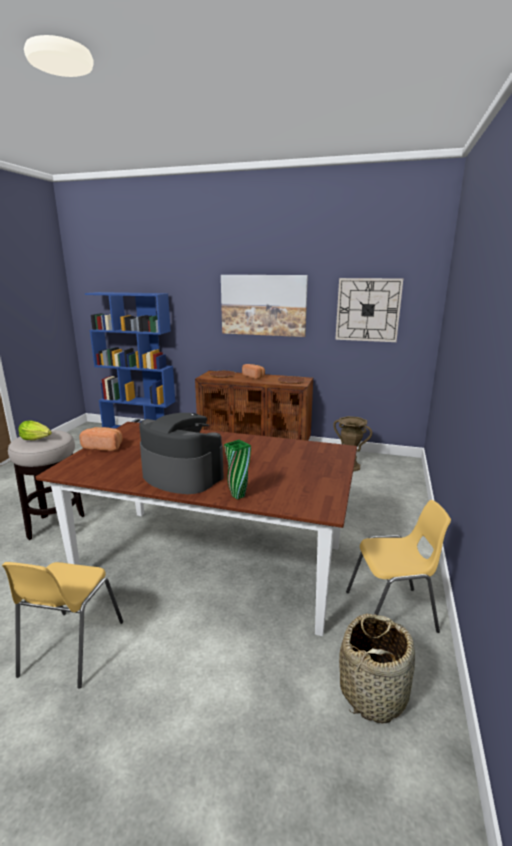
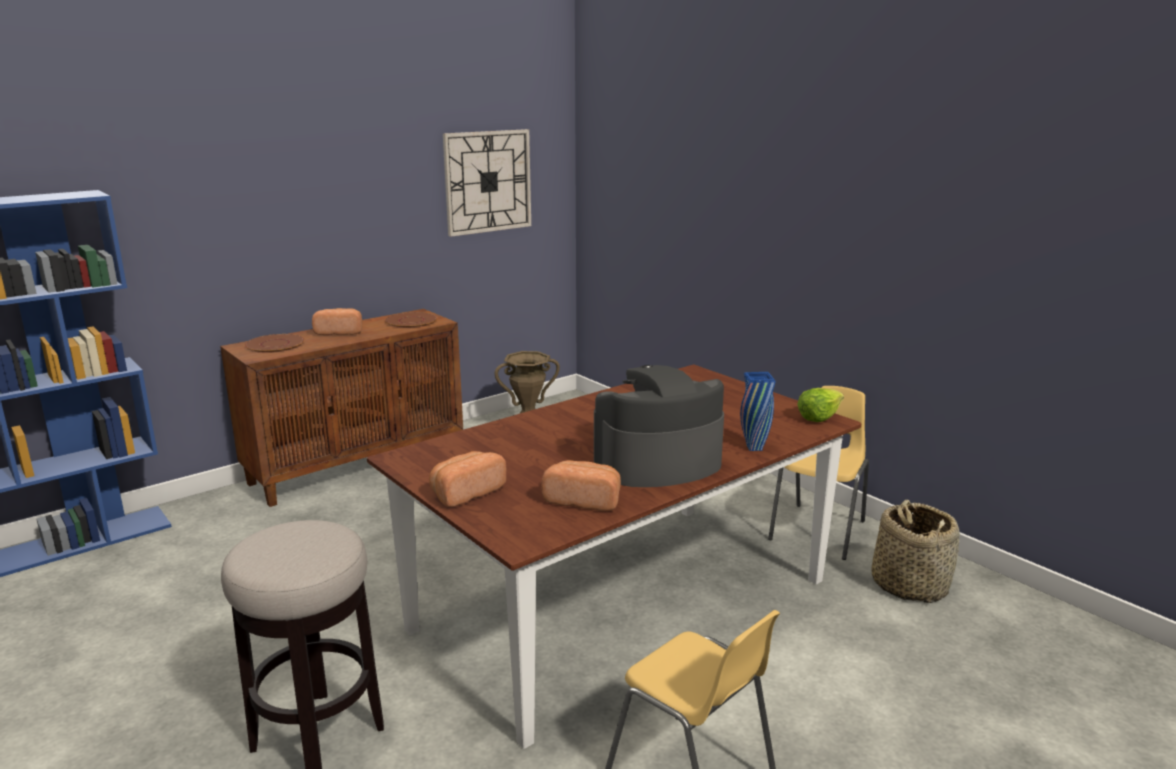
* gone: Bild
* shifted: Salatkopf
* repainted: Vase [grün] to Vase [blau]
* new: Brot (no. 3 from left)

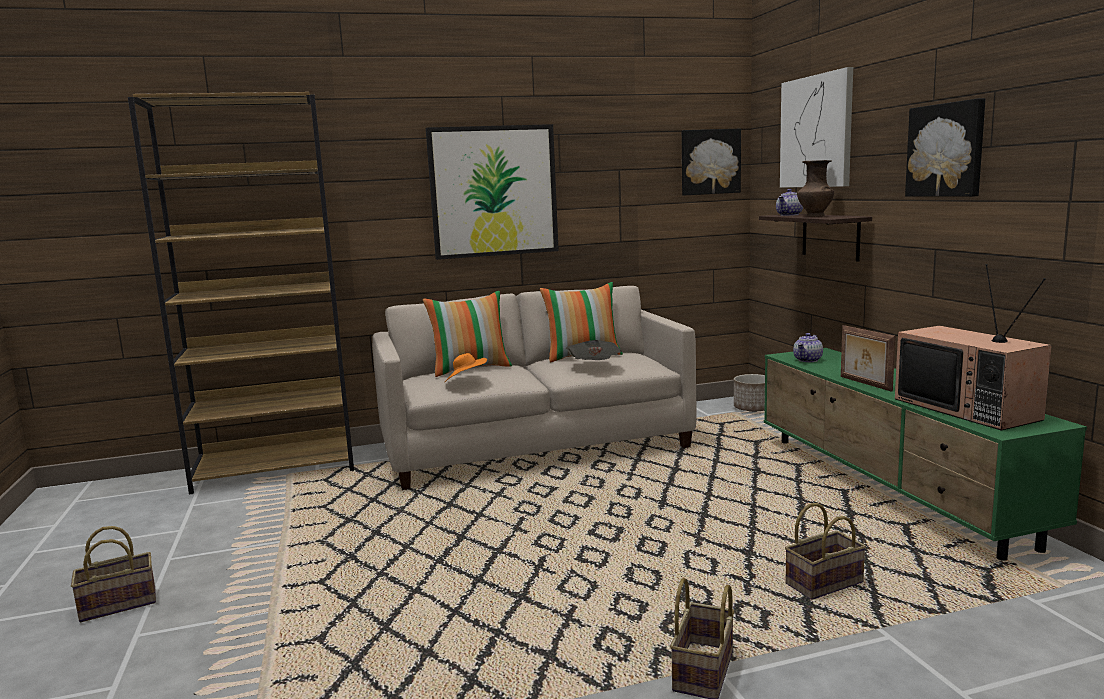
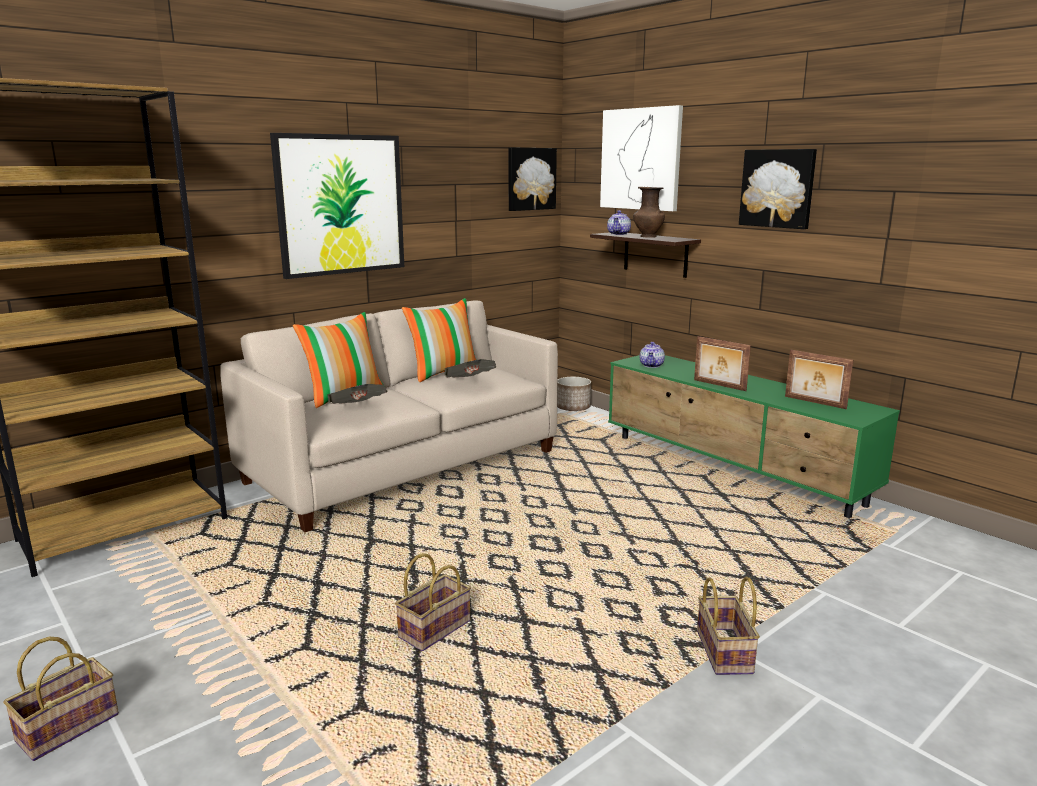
* swapped: Fernseher to Bilderrahmen (no. 2 from left)
* swapped: Hut [orange] to Zeitung (no. 1 from left)
* shifted: Korb (no. 3 from left in the first image) to Korb (no. 2 from left)

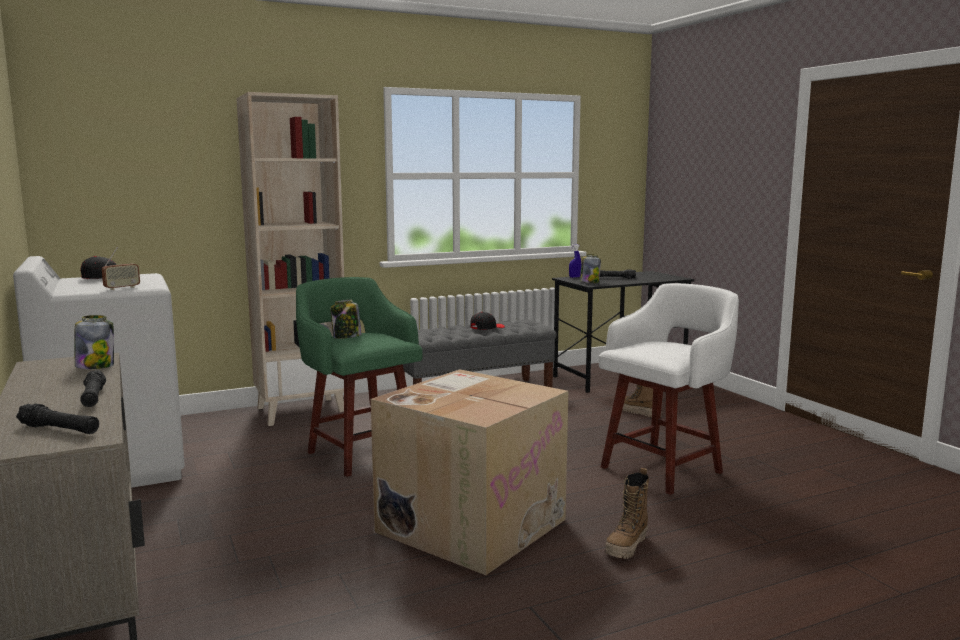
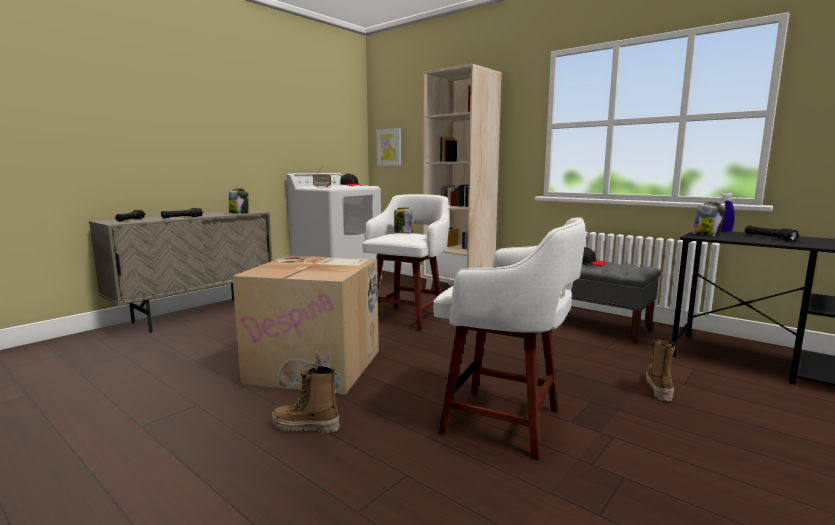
* repainted: Hocker [grün] to Hocker [weiß] (no. 1 from left)
* new: Bild

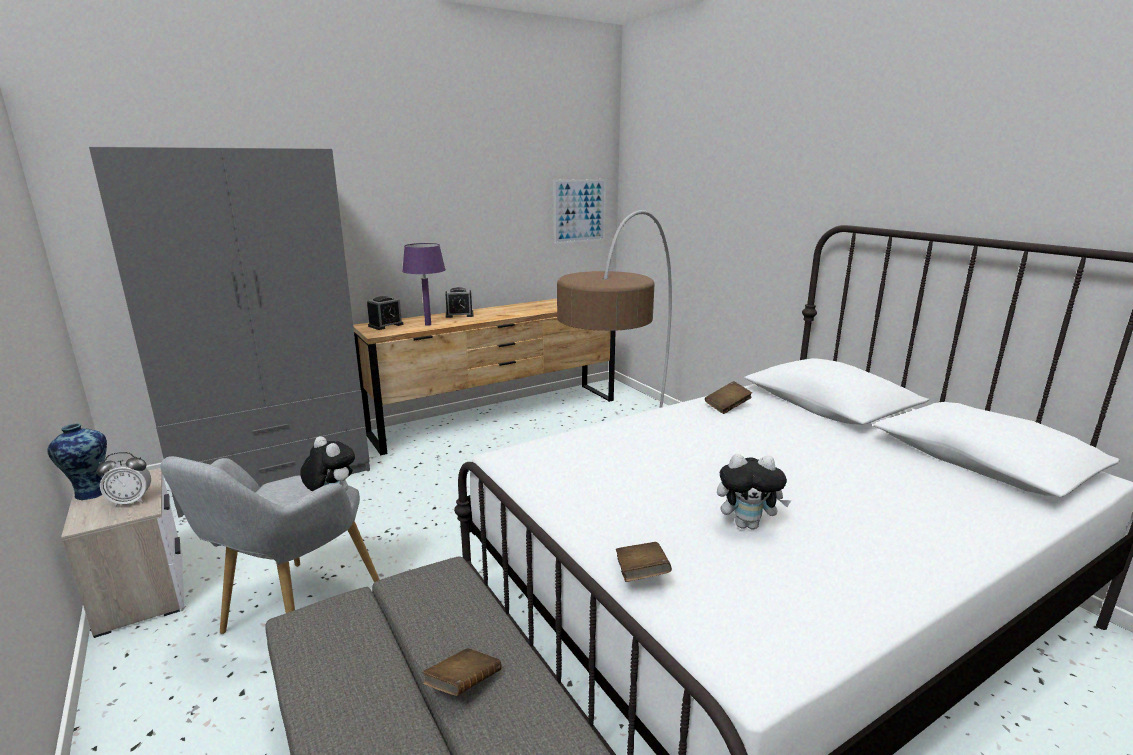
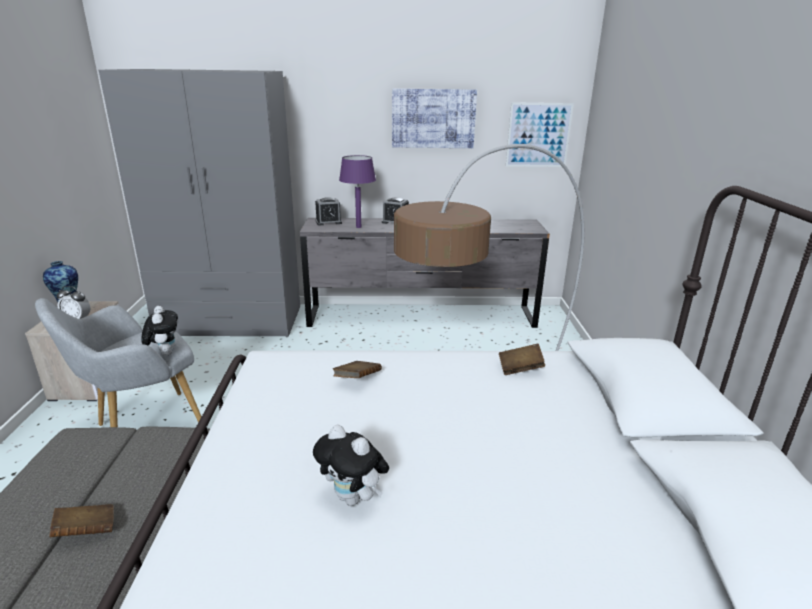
* repainted: Kommode [braun] to Kommode [grau]
* shifted: Buch [braun] (no. 2 from left)
* new: Bild (no. 1 from left)

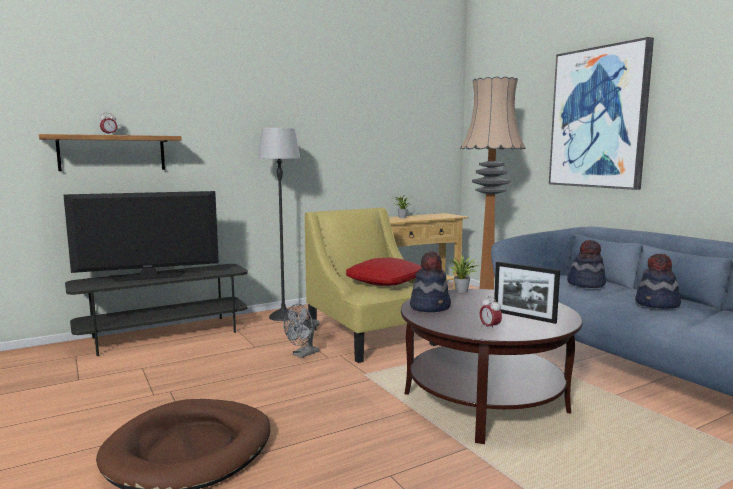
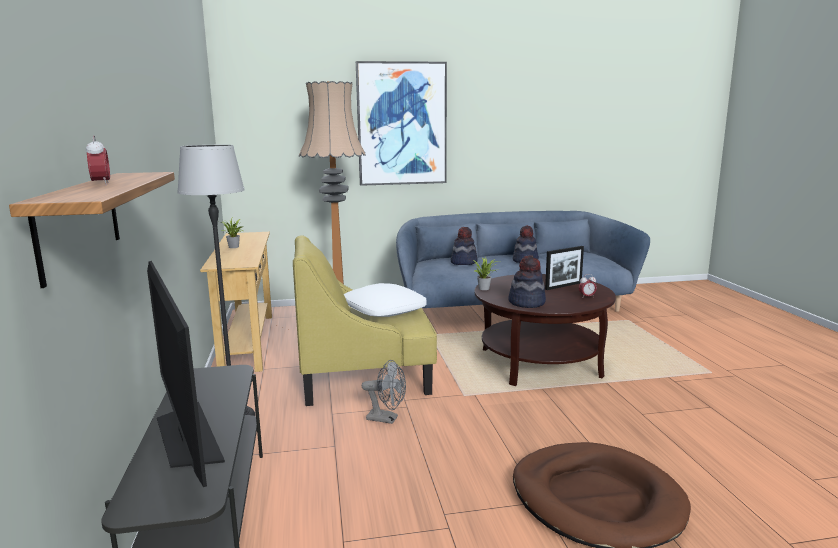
* rotated: Fernseher 150 degrees clockwise
* repainted: Kissen [rot] to Kissen [weiß]
* rotated: Ventilator [grau] 45 degrees counterclockwise

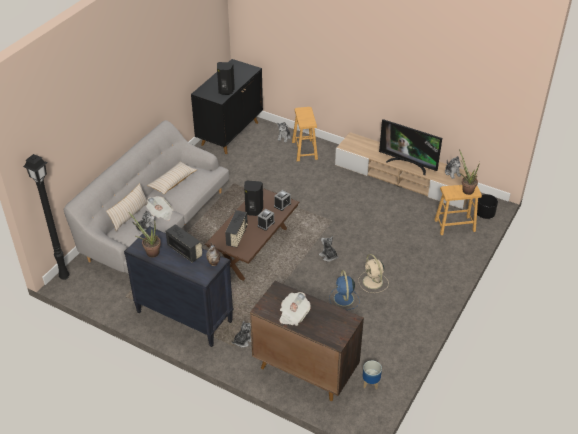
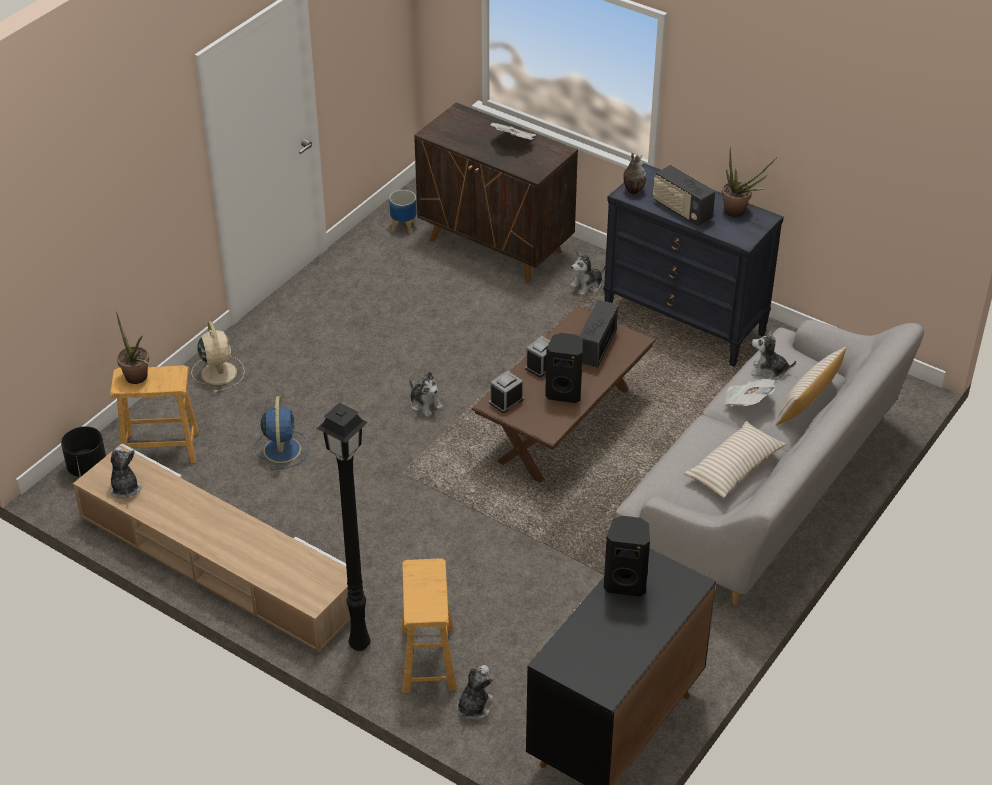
* gone: Fernseher
* shifted: Stehlampe [schwarz]
* shifted: Ventilator [beige]
* shifted: Ventilator [blau]

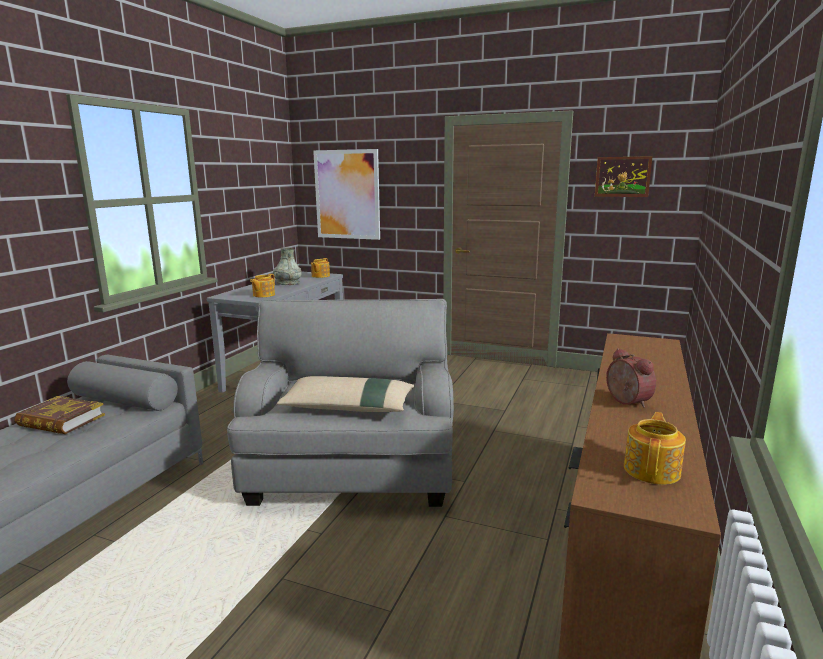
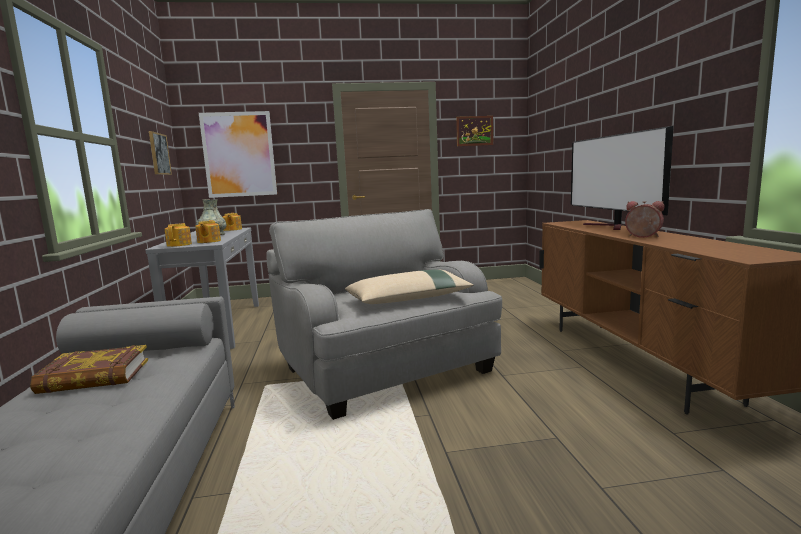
* shifted: Teekanne (no. 3 from left in the first image) to Teekanne (no. 1 from left)
* new: Fernseher
* new: Bild (no. 1 from left)

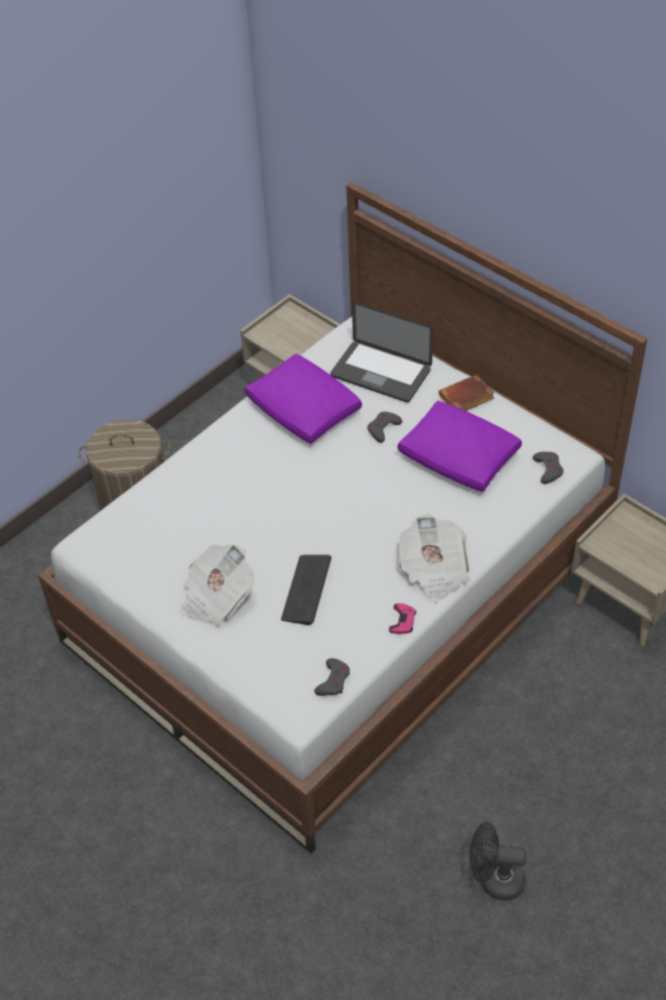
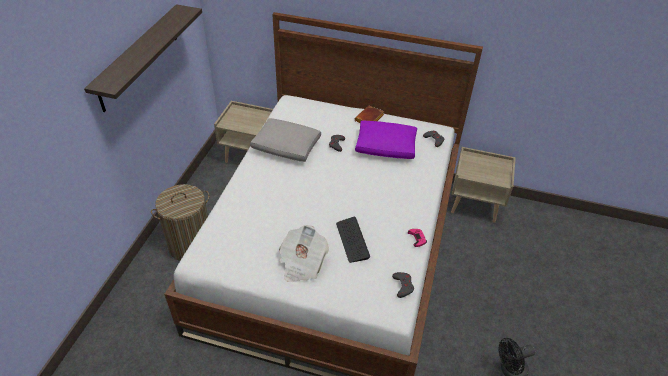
* gone: Laptop
* repainted: Kissen [lila] (no. 1 from left) to Kissen [grau]
* gone: Zeitung (no. 2 from left)
* new: Wandregal

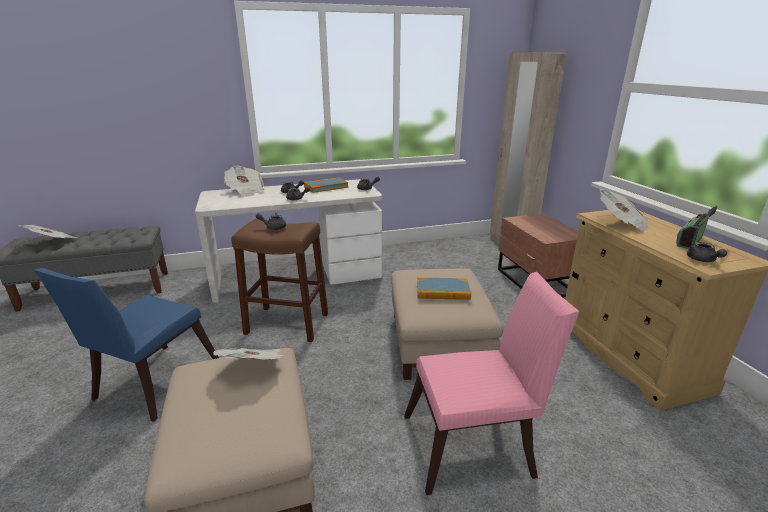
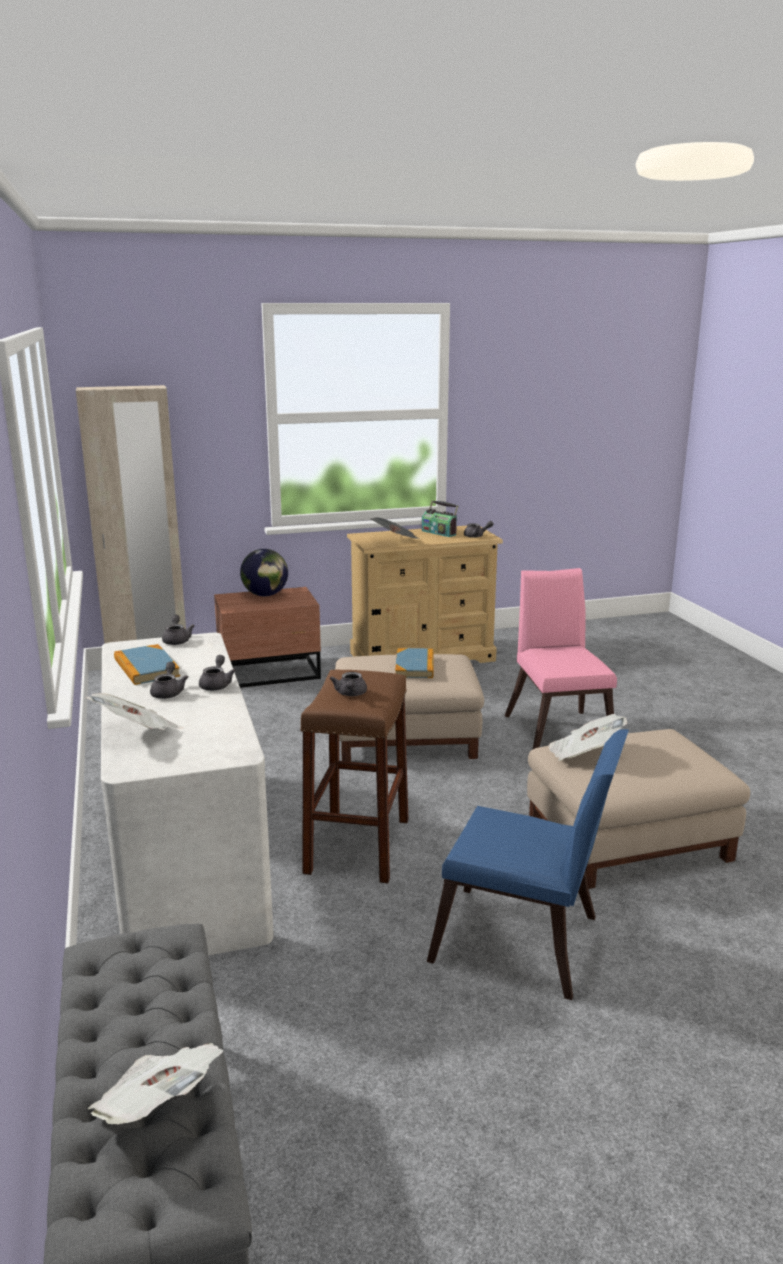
* new: Globus

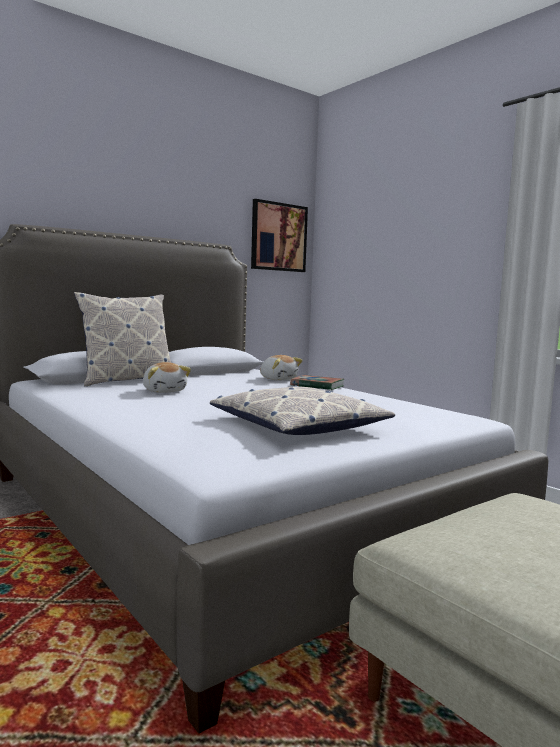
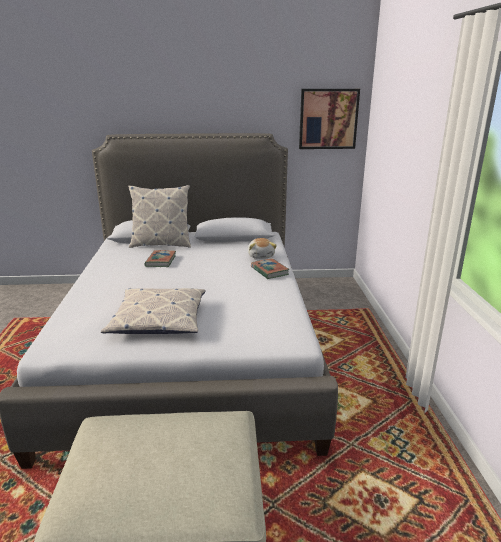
* swapped: Plüschtier (no. 1 from left) to Buch (no. 1 from left)

